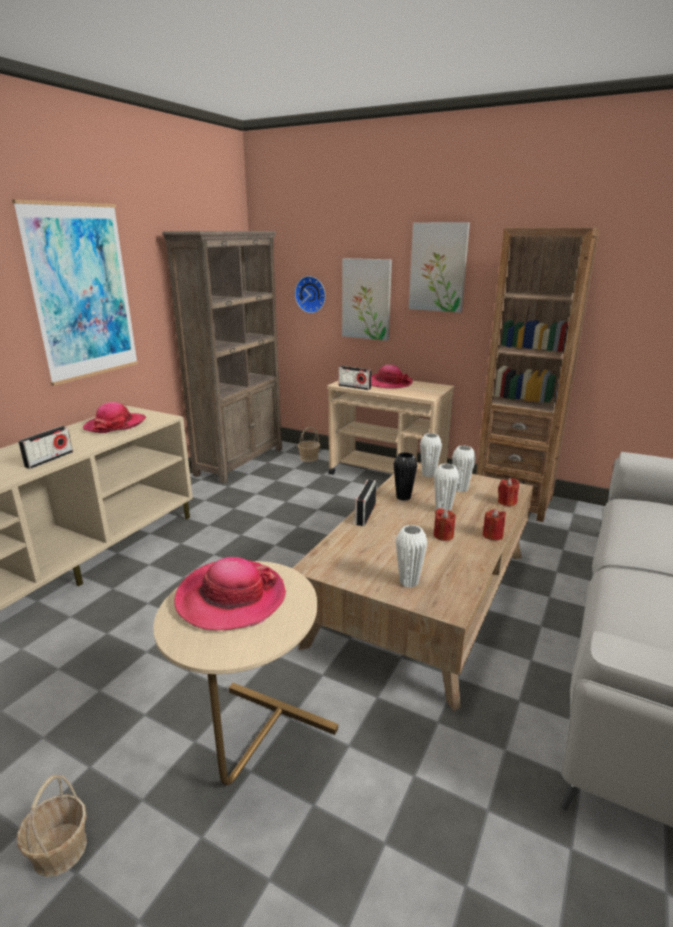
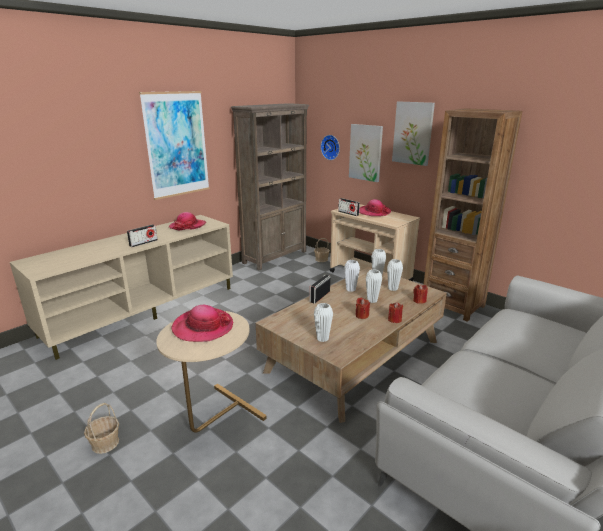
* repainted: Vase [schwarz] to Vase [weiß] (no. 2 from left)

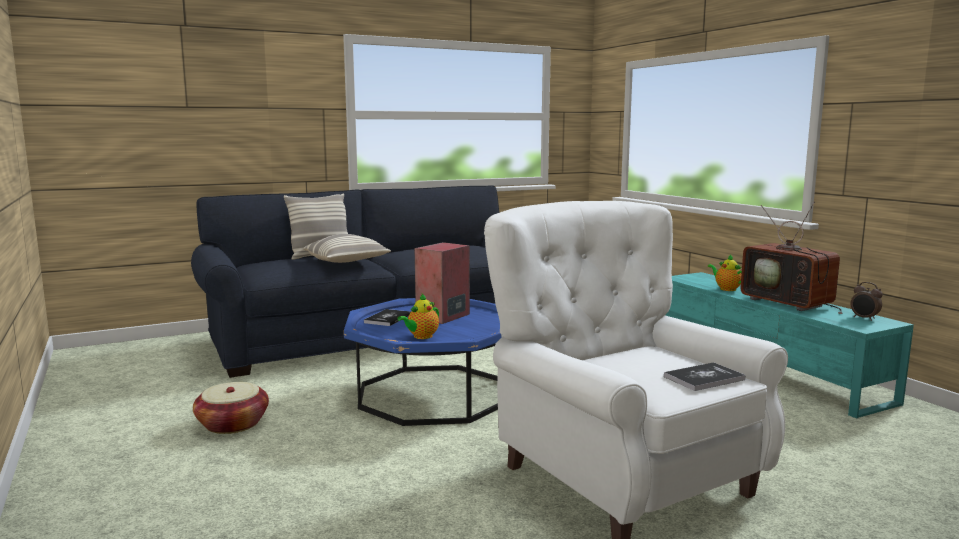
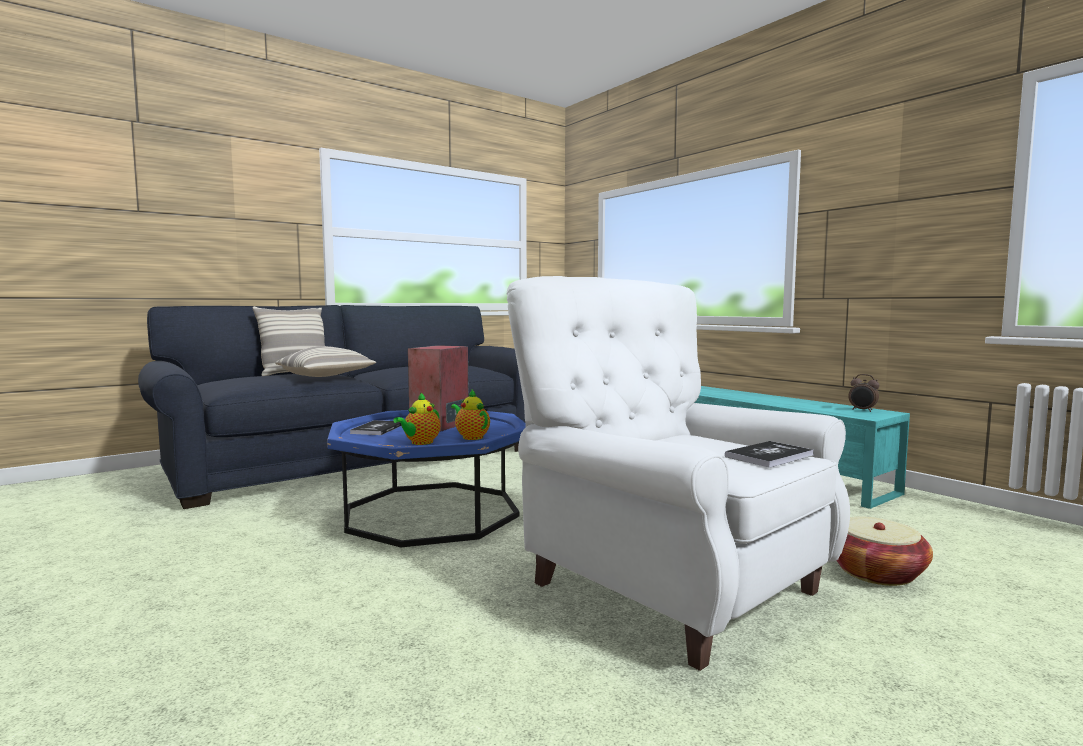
* gone: Fernseher
* shifted: Teekanne (no. 2 from left)
* shifted: Korb

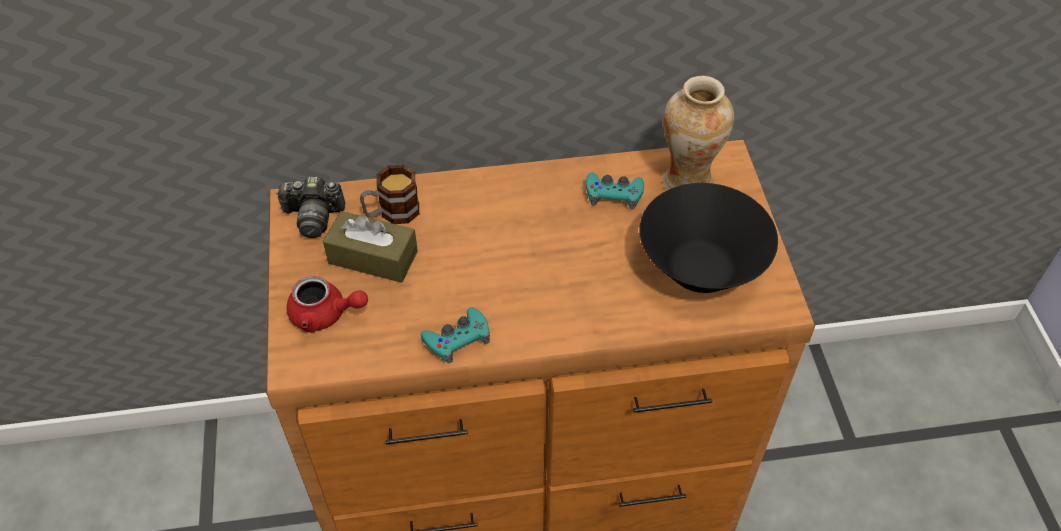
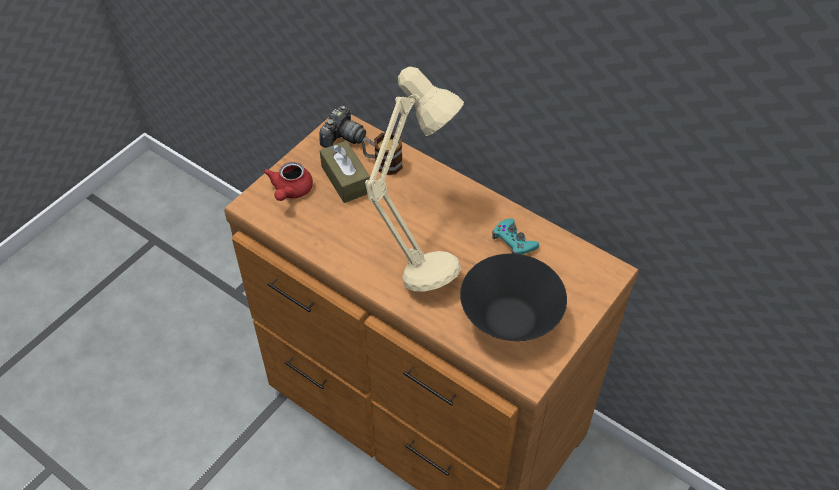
* gone: Vase
* rotated: Kamera 105 degrees counterclockwise
* rotated: Teekanne [rot] 45 degrees clockwise
* gone: Gamepad [türkis] (no. 1 from left)
* new: Tischlampe [beige]

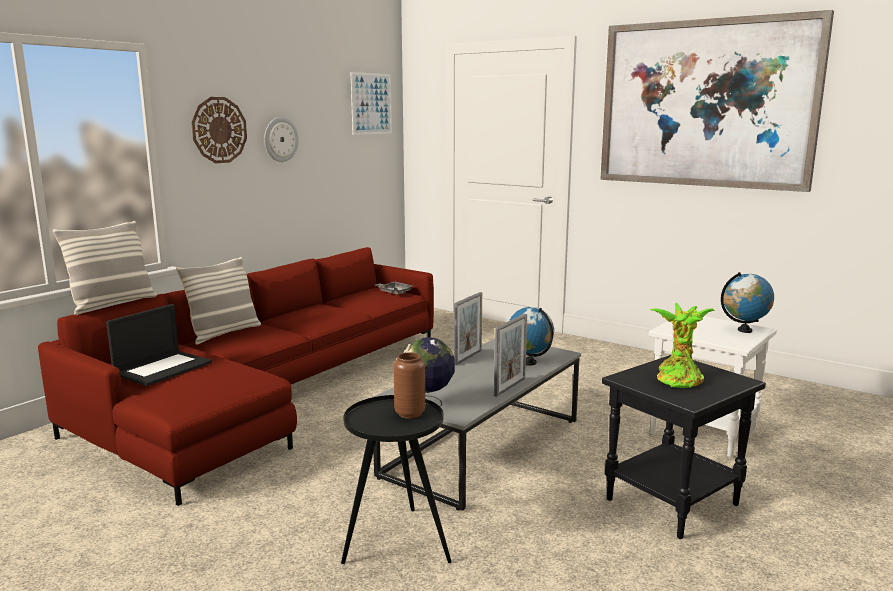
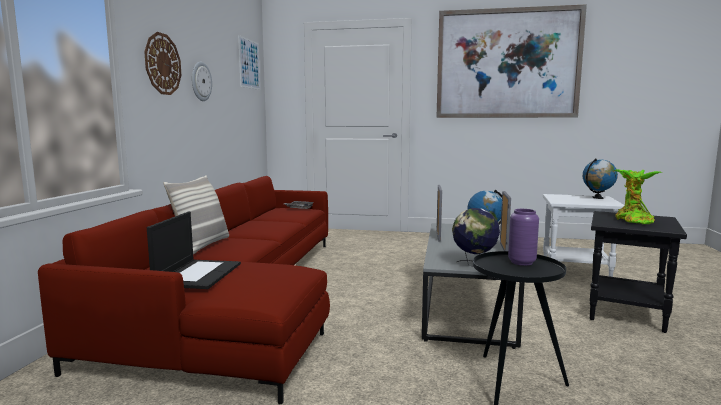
* gone: Kissen (no. 1 from left)
* repainted: Vase [braun] to Vase [lila]

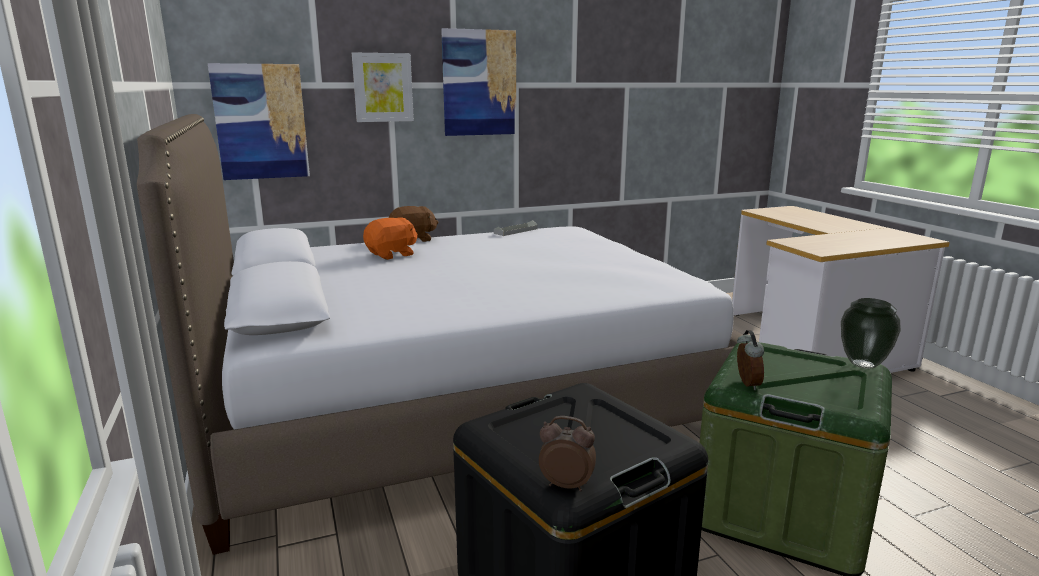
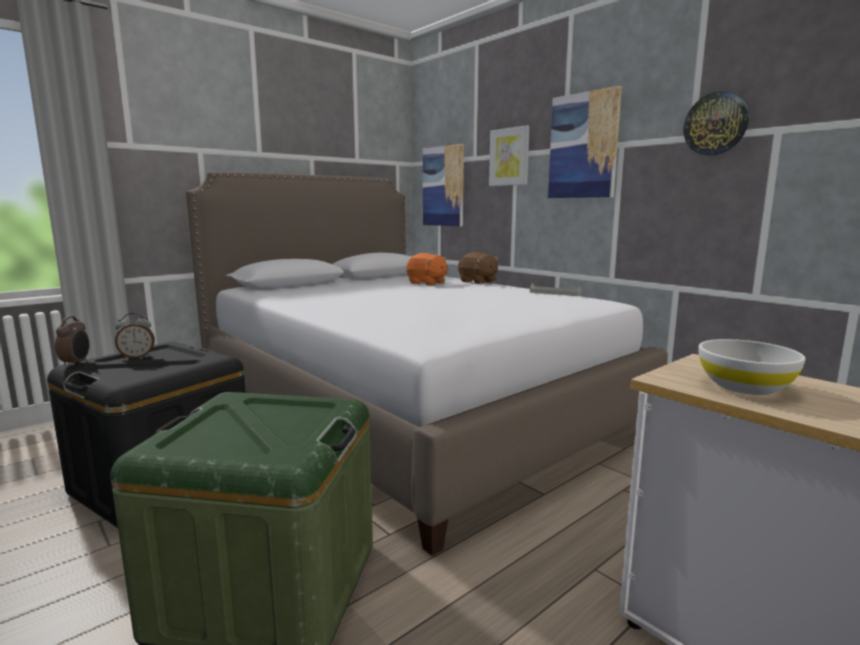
* gone: Vase
* shifted: Wecker (no. 2 from left)
* new: Wanduhr
* new: Schüssel [weiß]

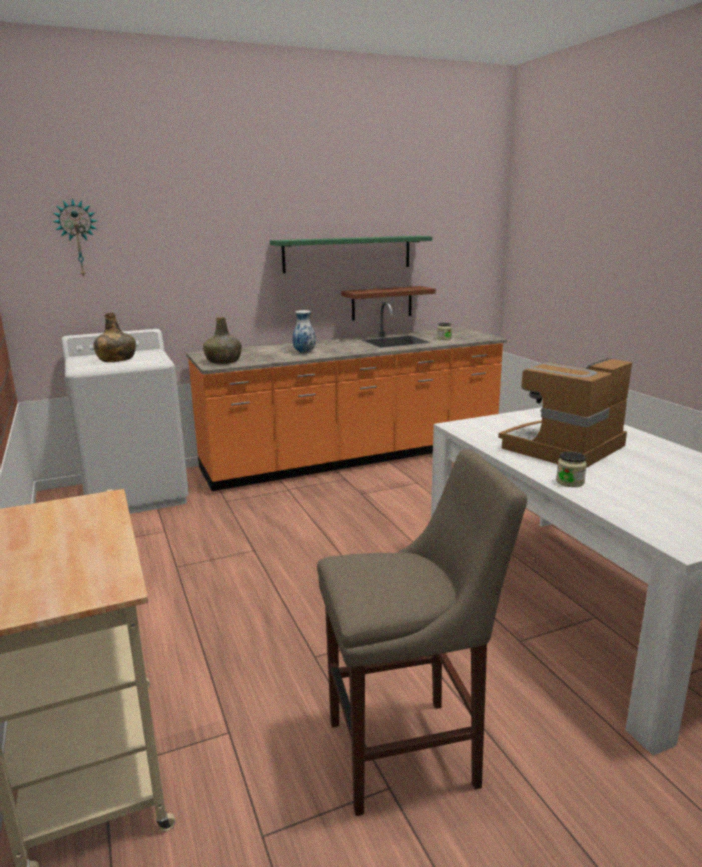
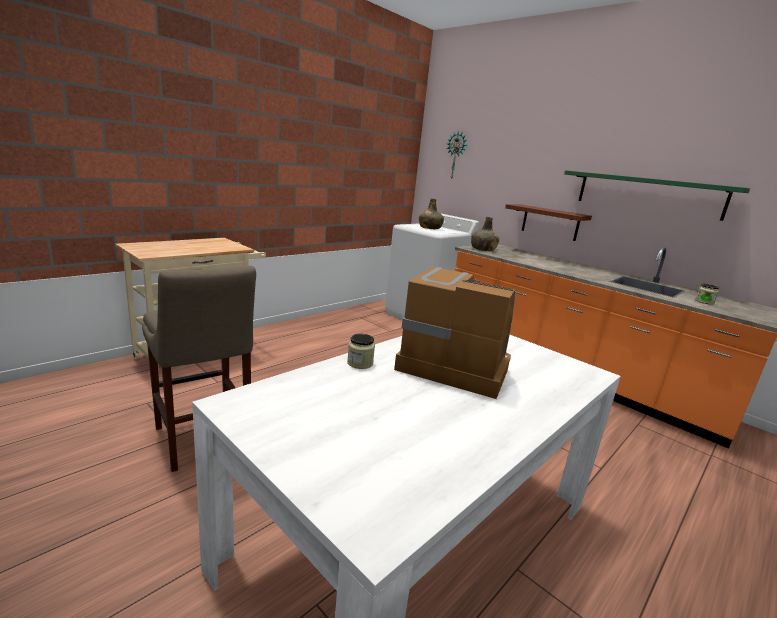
* shifted: Wandregal [braun]
* gone: Vase

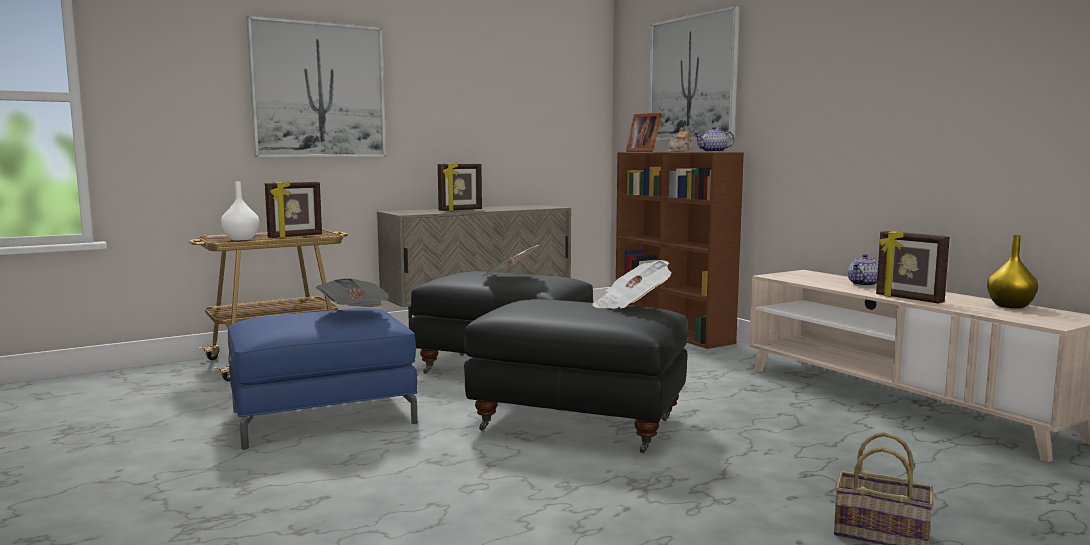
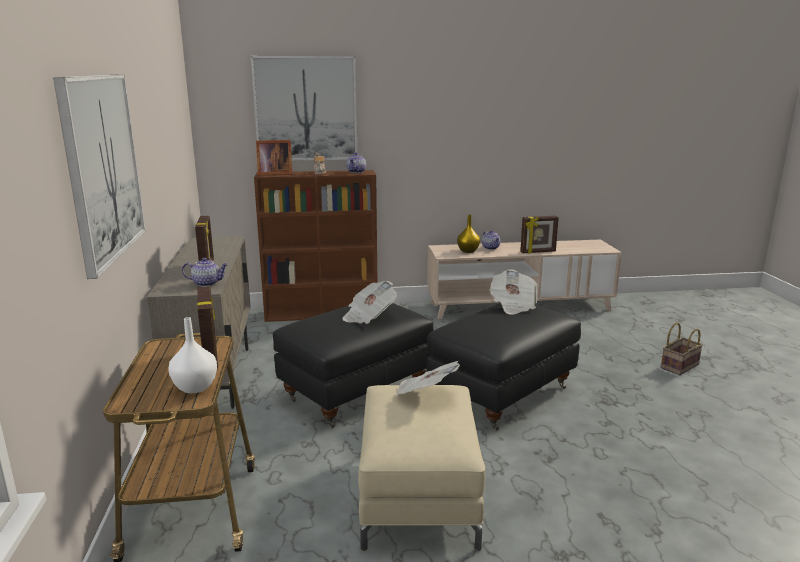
* shifted: Vase [gelb]
* repainted: Polsterhocker [blau] to Polsterhocker [beige]
* new: Teekanne (no. 1 from left)

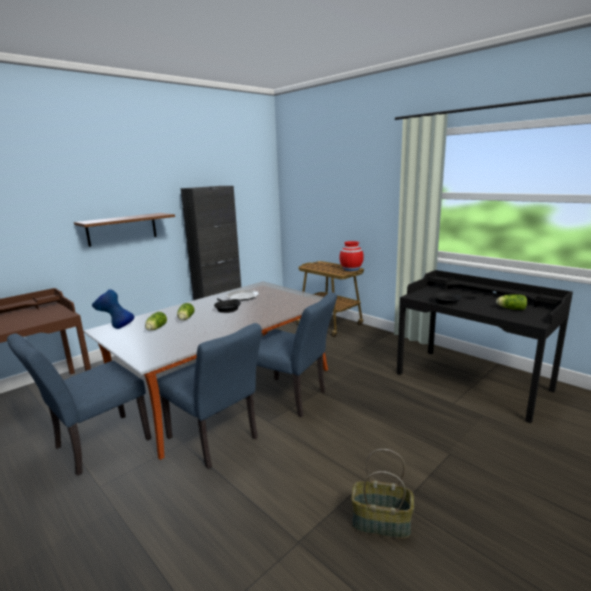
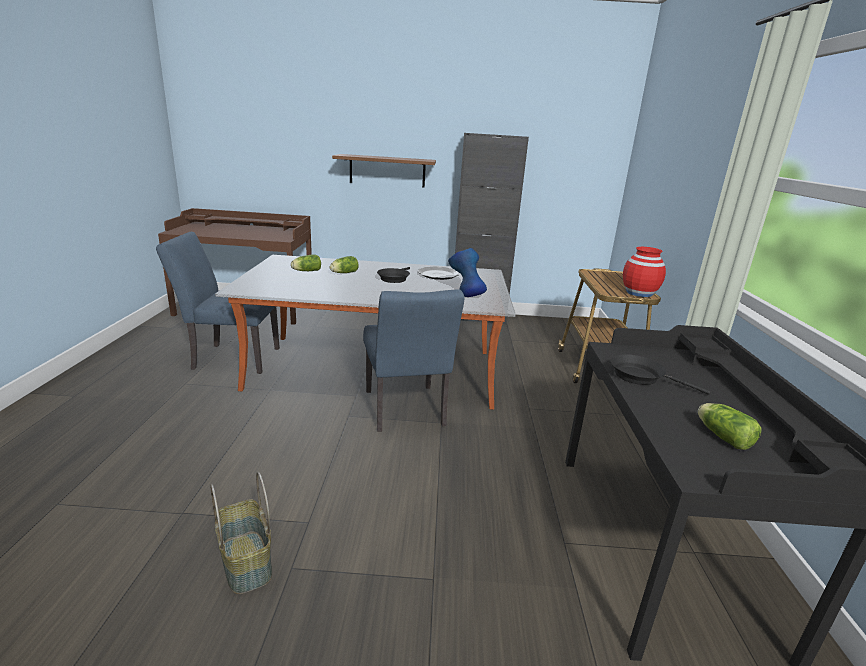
* shifted: Vase [blau]
* gone: Stuhl [blau] (no. 2 from left)

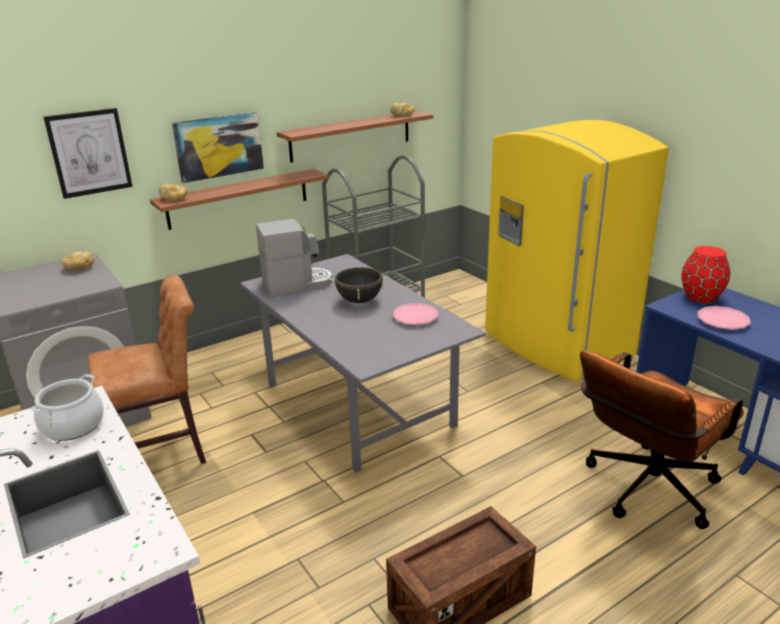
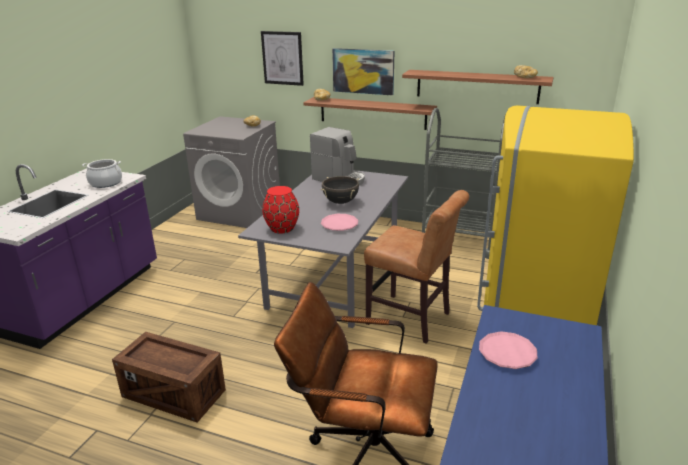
* shifted: Vase [rot]
* shifted: Stuhl [braun]

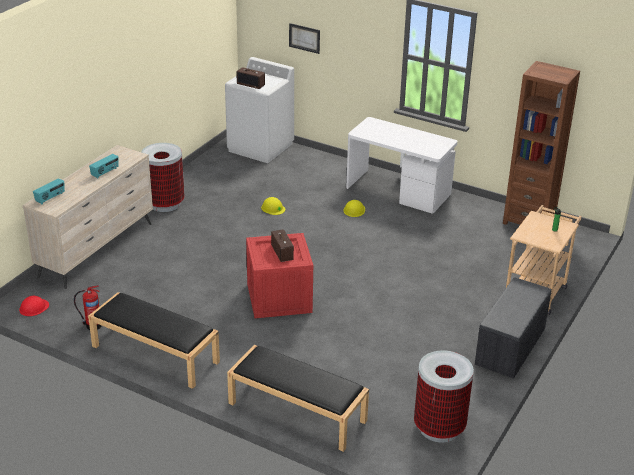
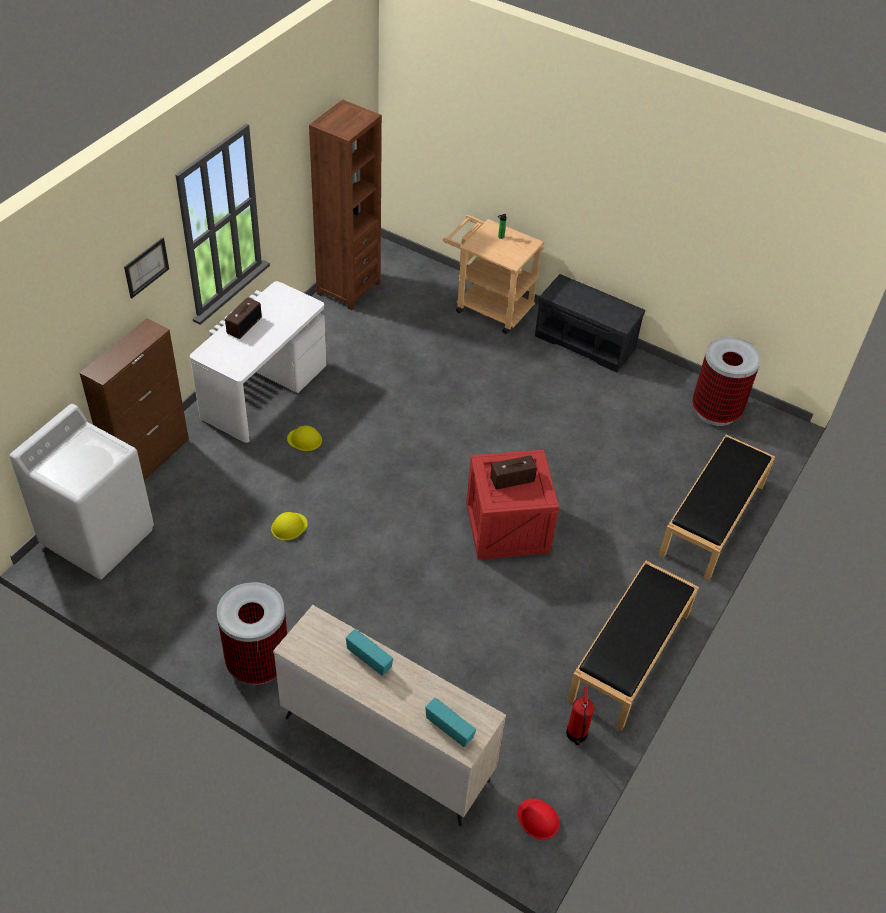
* shifted: Bild
* shifted: Radio (no. 3 from left in the first image) to Radio (no. 1 from left)
* new: Schrank [braun]

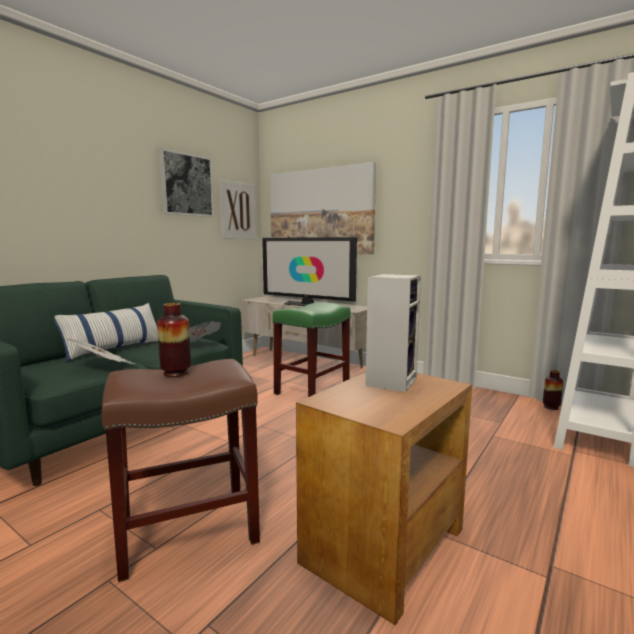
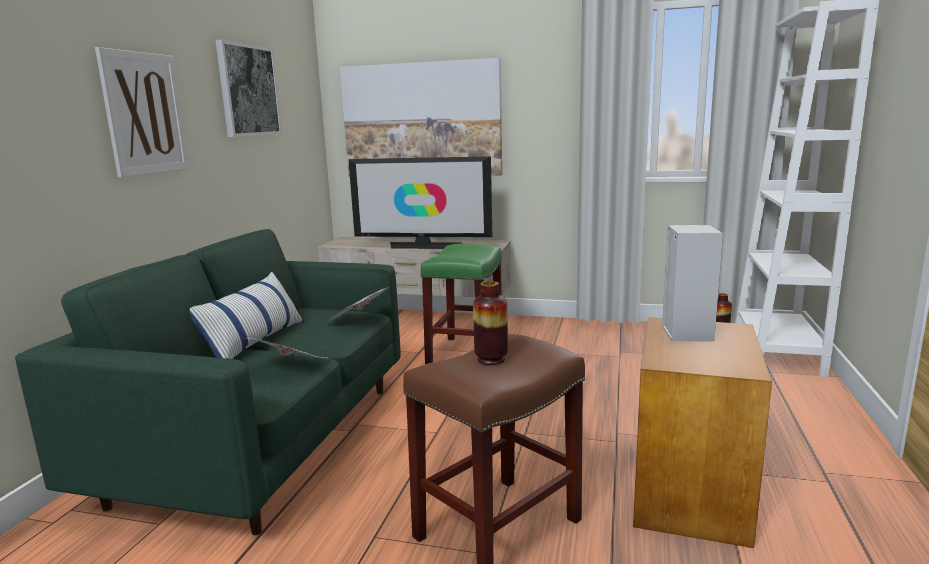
* shifted: Bild (no. 2 from left in the first image) to Bild (no. 1 from left)

